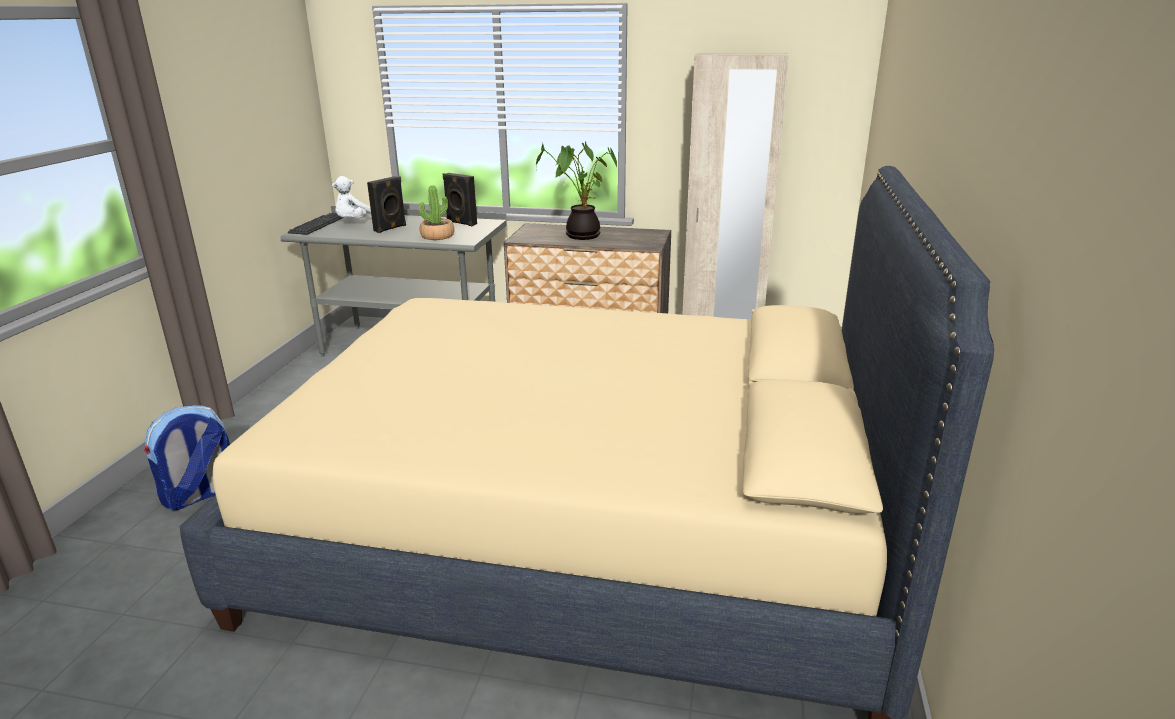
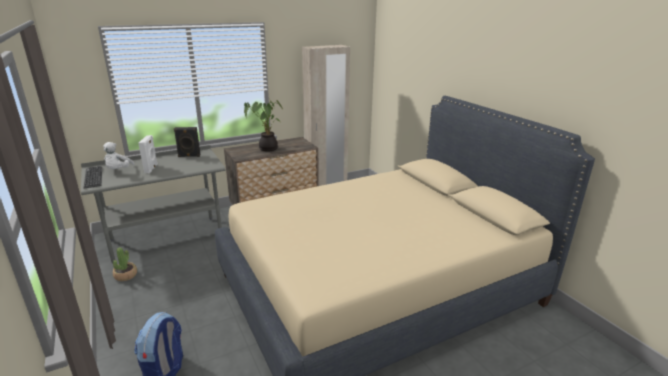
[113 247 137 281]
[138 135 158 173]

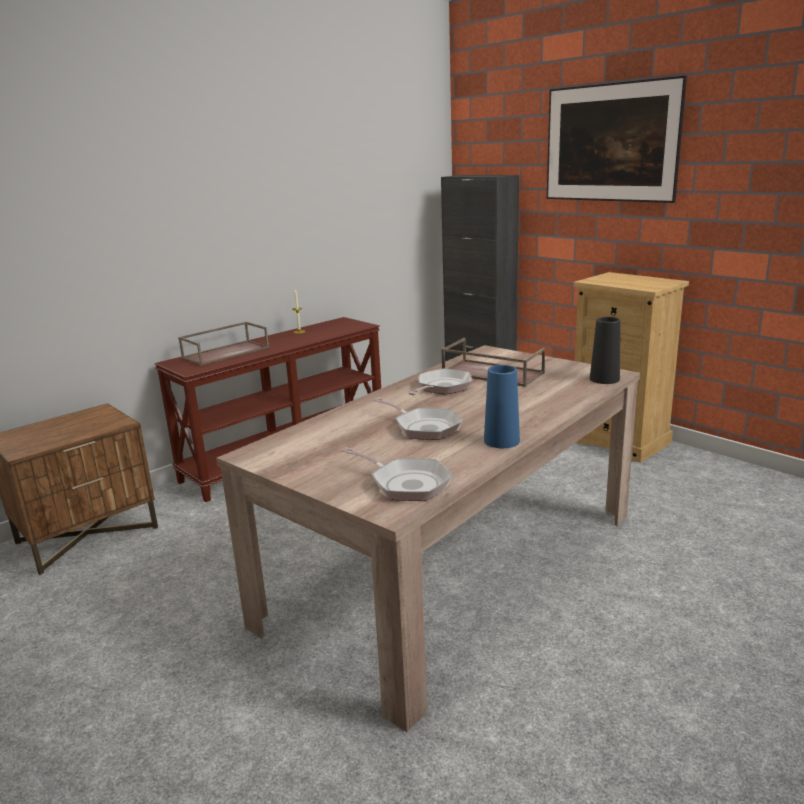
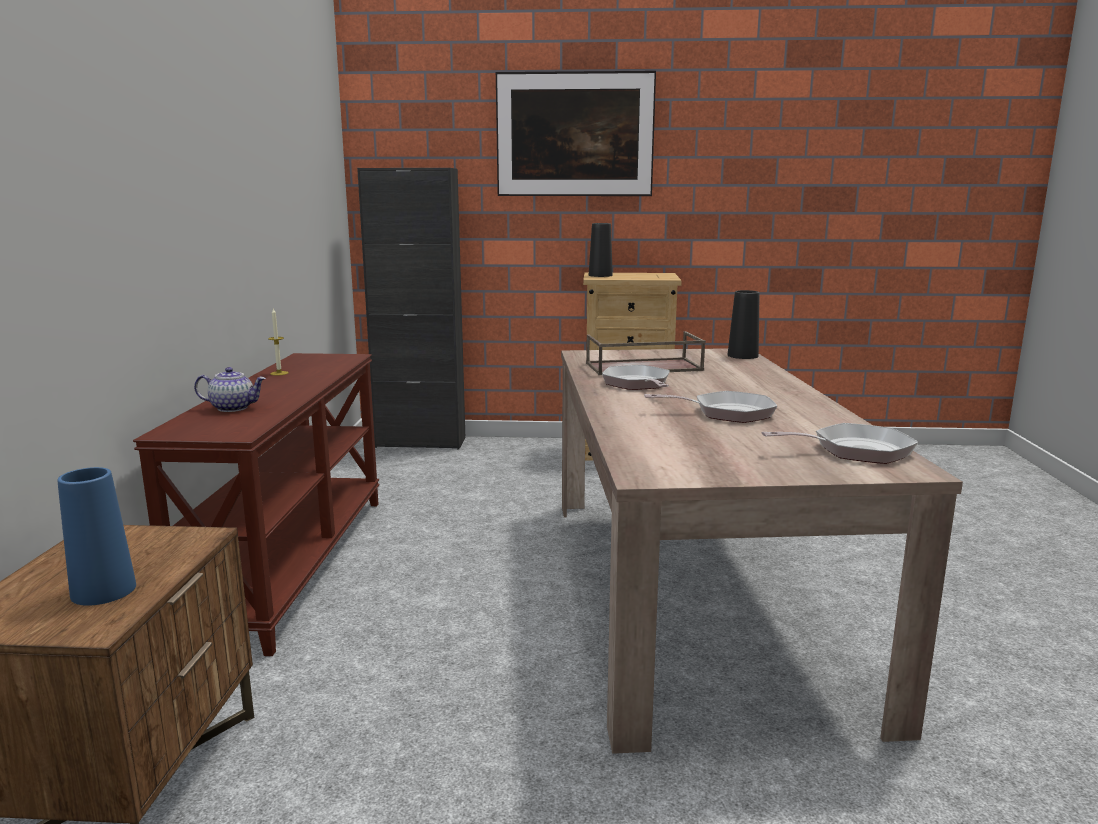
[57 467 136 606]
[194 367 266 412]
[589 223 613 277]

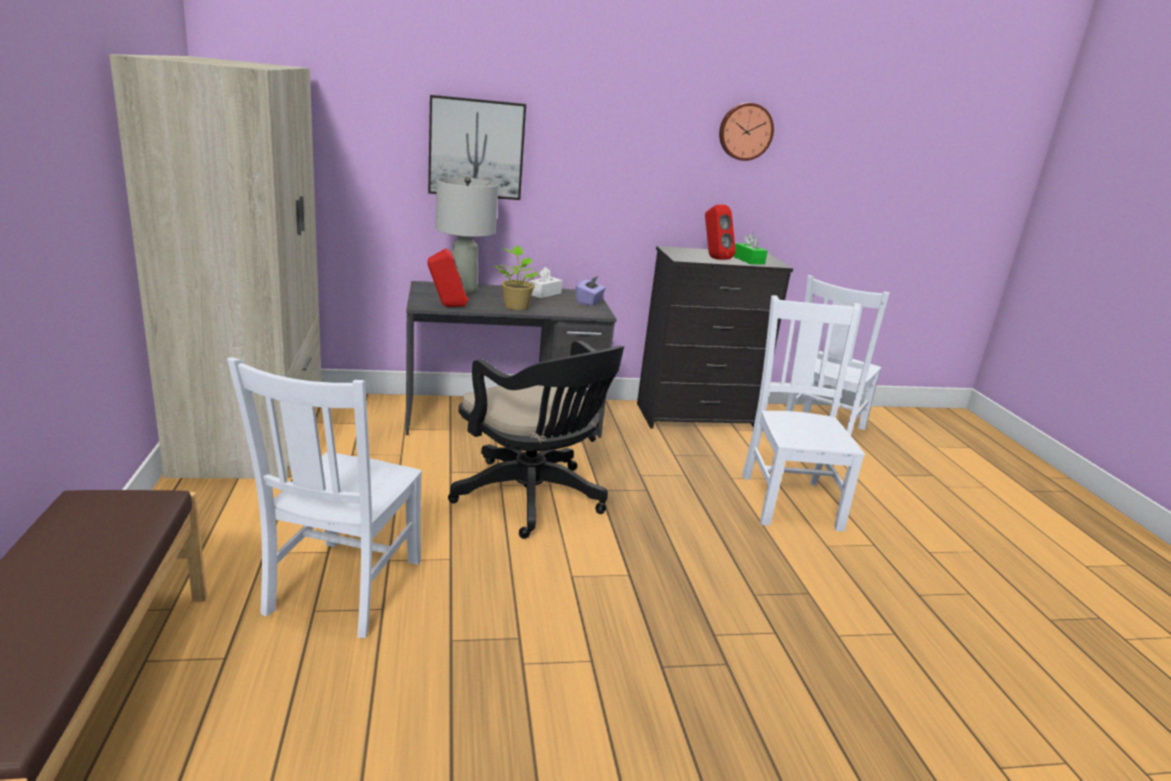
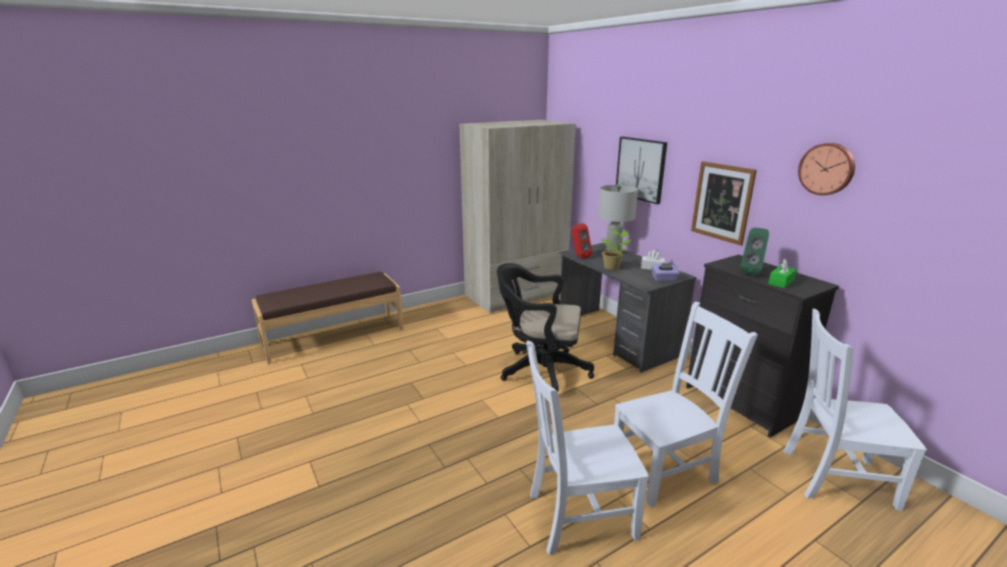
[497 263 594 392]
[526 341 649 555]
[691 161 757 245]
[741 228 769 275]

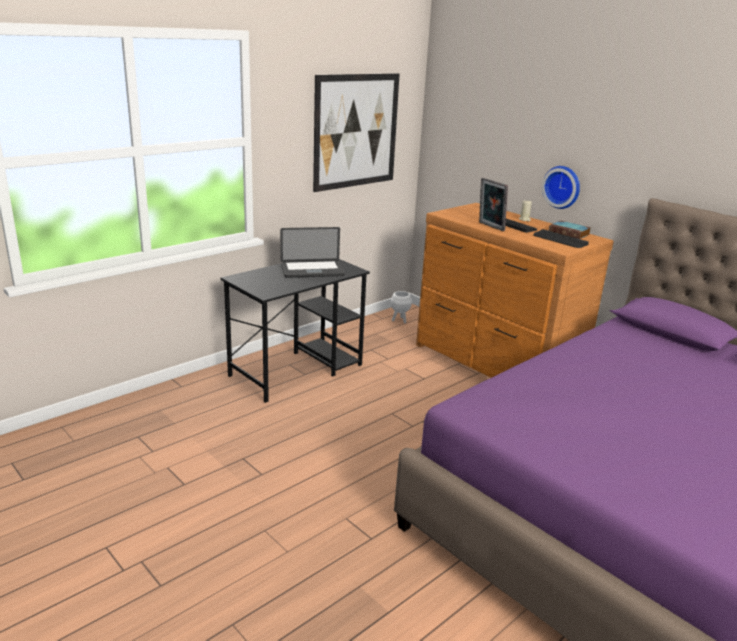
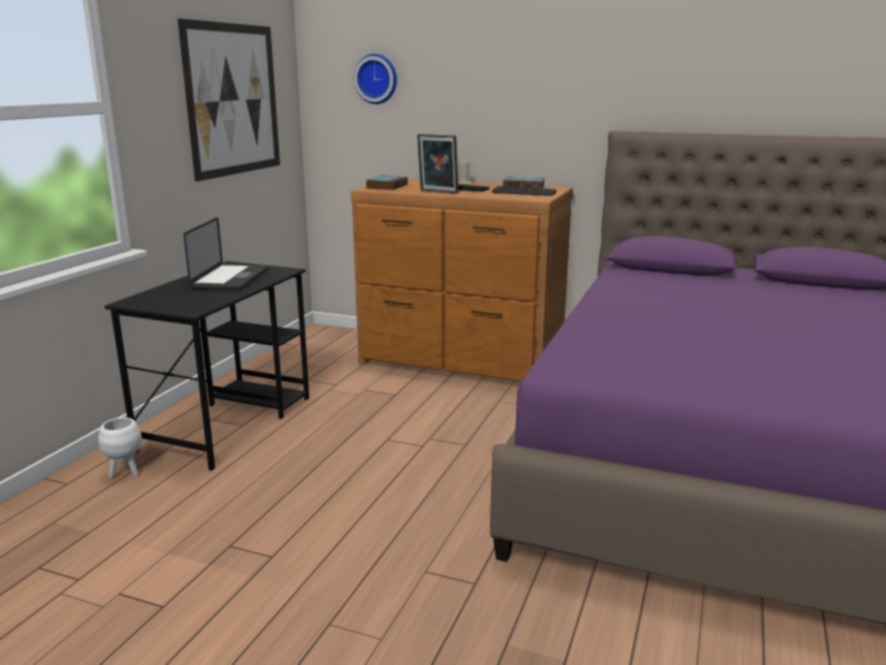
[98 418 142 478]
[183 217 268 290]
[354 54 397 104]
[366 175 408 190]

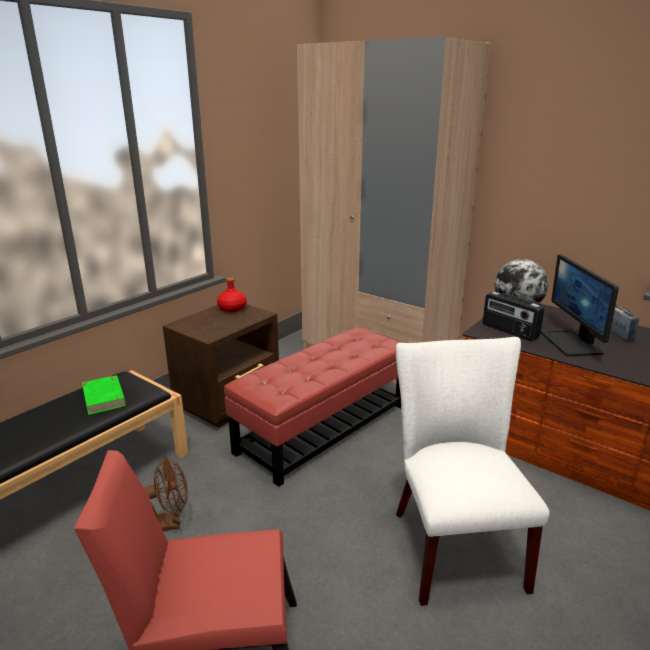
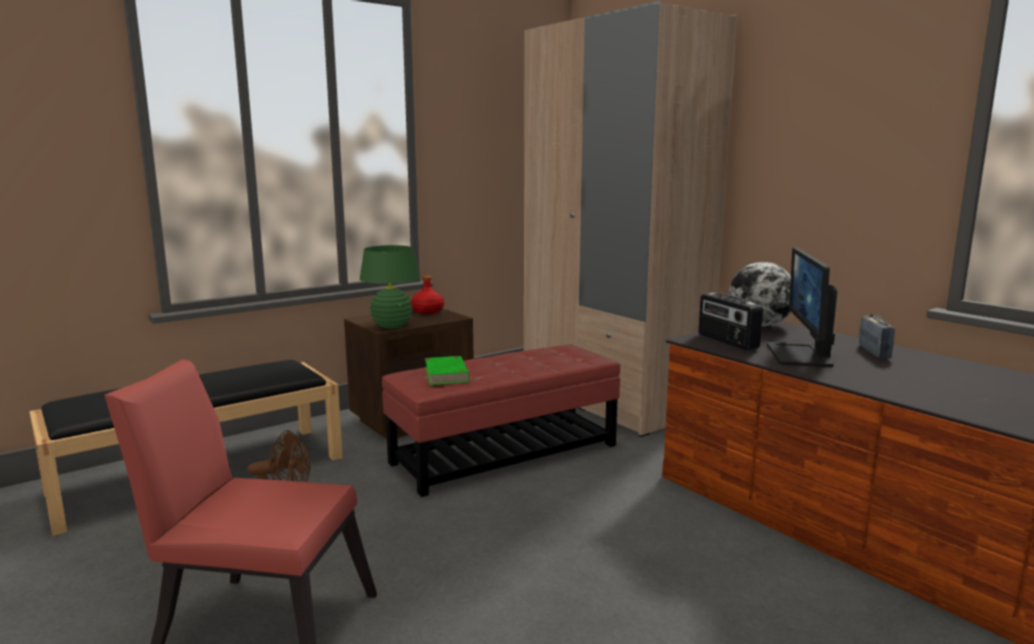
[359 245 420 329]
[425 356 469 385]
[396 337 550 606] (first image)

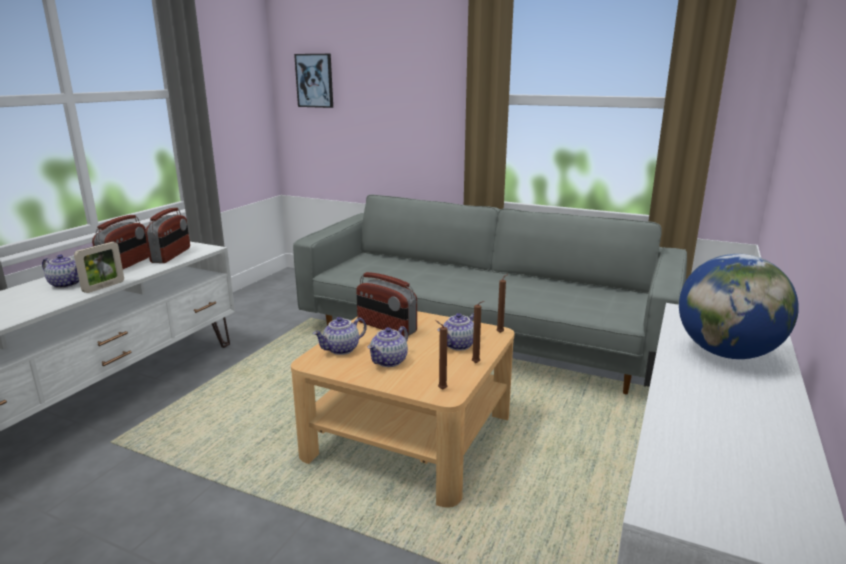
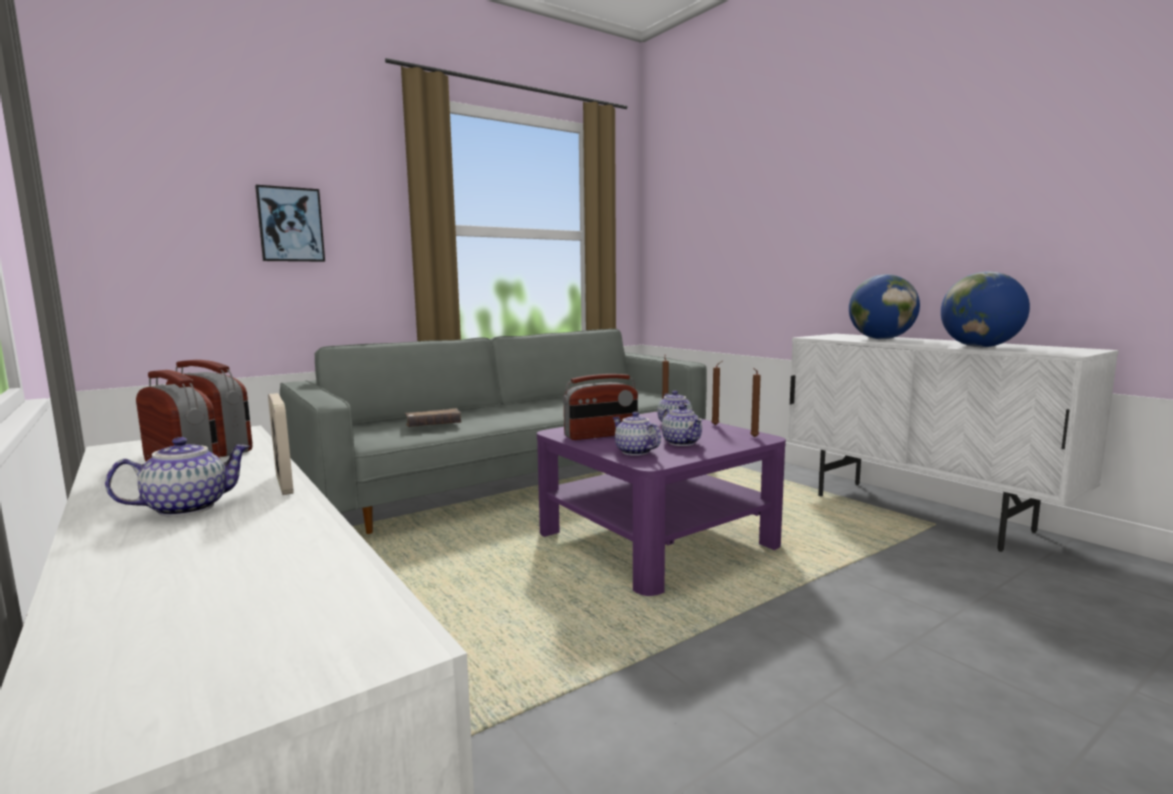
[255 185 325 262]
[405 408 462 427]
[537 412 786 596]
[612 412 661 456]
[941 272 1030 347]

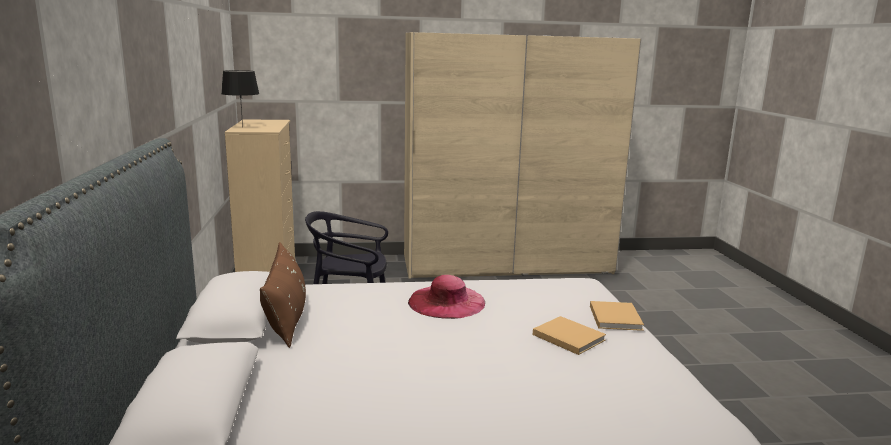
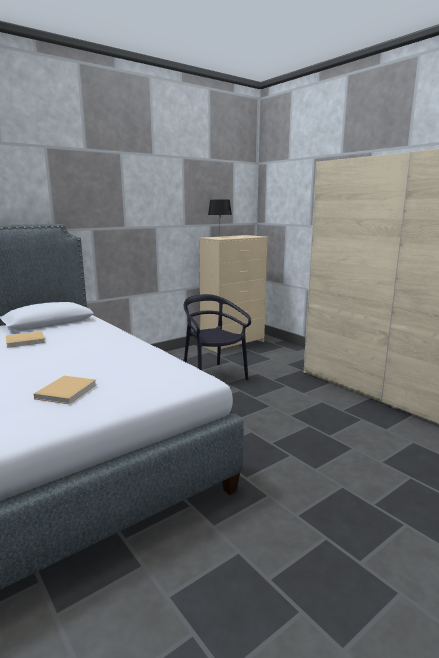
[6 331 45 348]
[260 242 306 348] (first image)
[408 275 485 319] (first image)

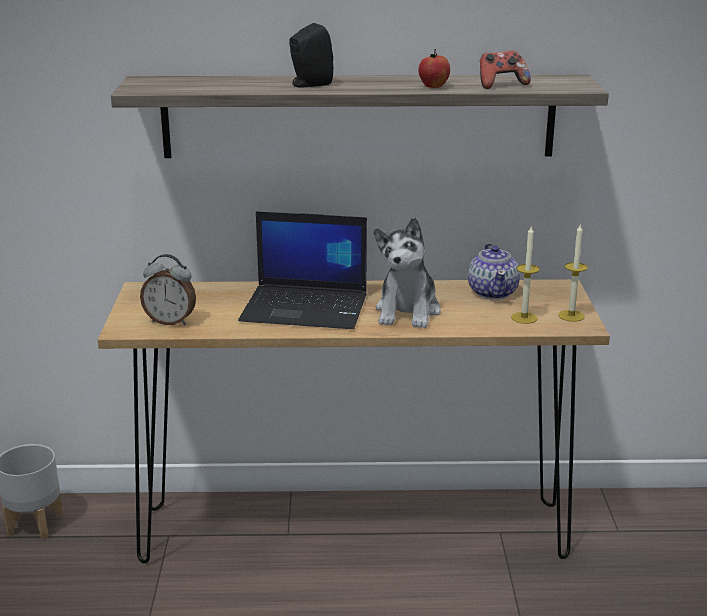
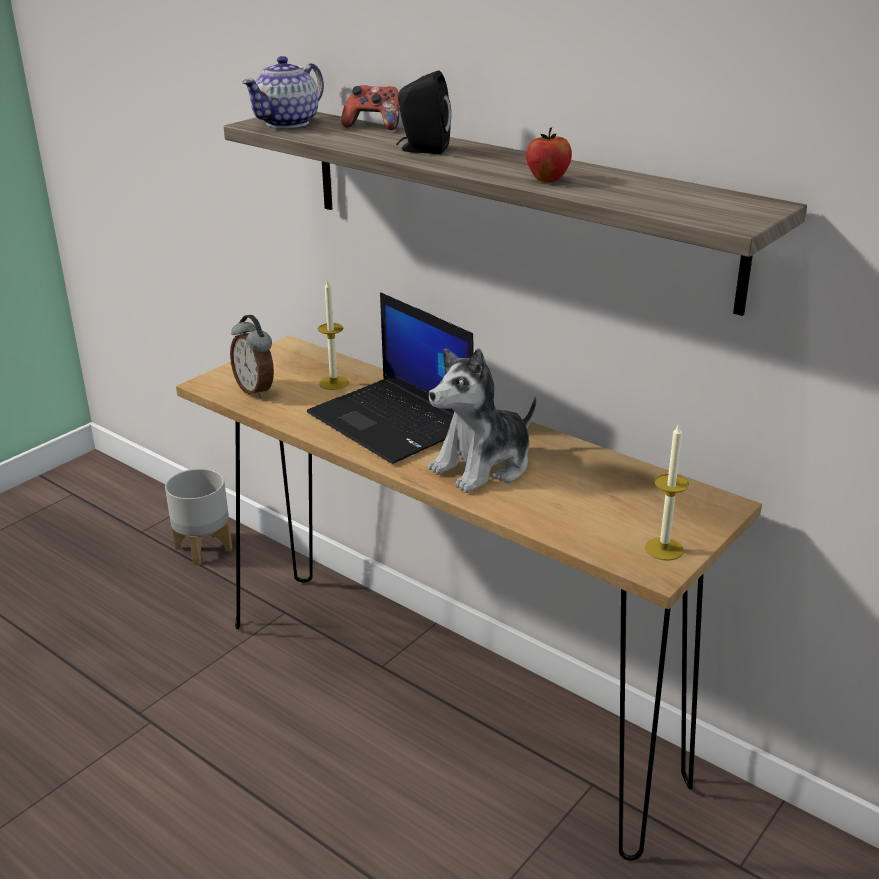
[242 56 324 128]
[318 279 349 390]
[341 85 400 130]

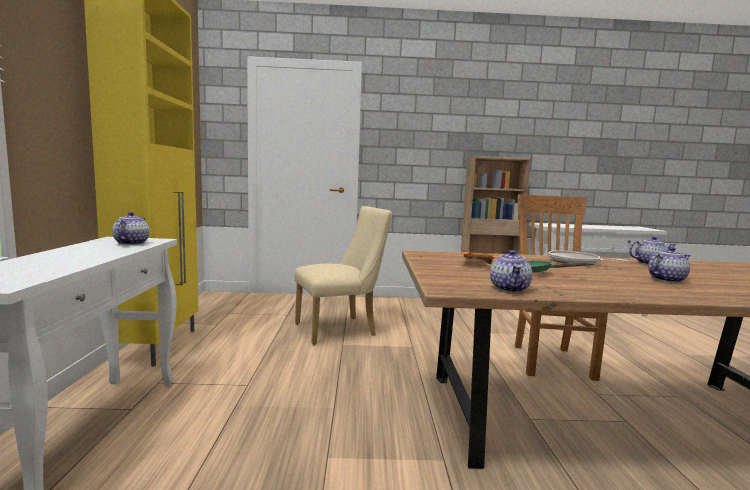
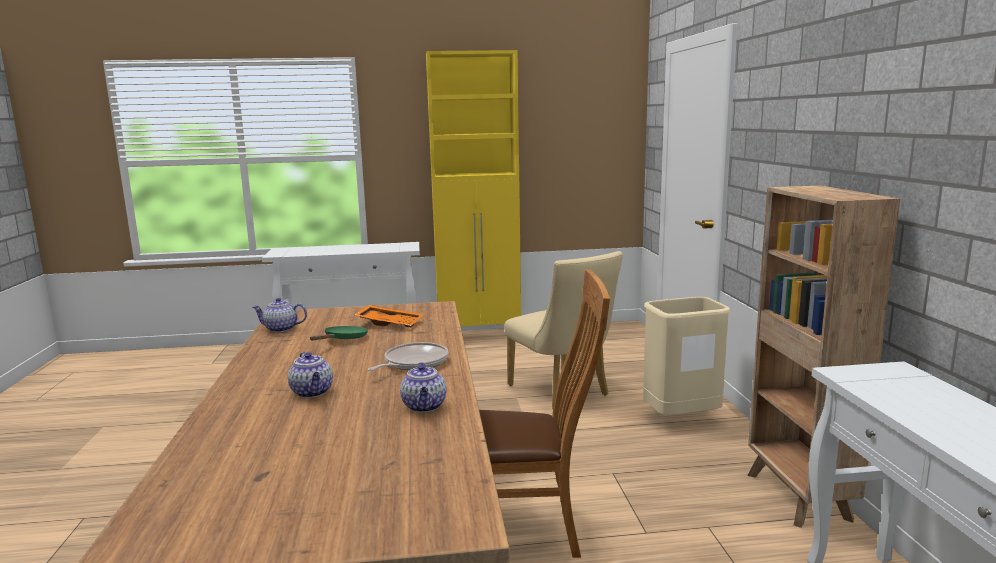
[643 297 731 415]
[112 212 150 245] (first image)

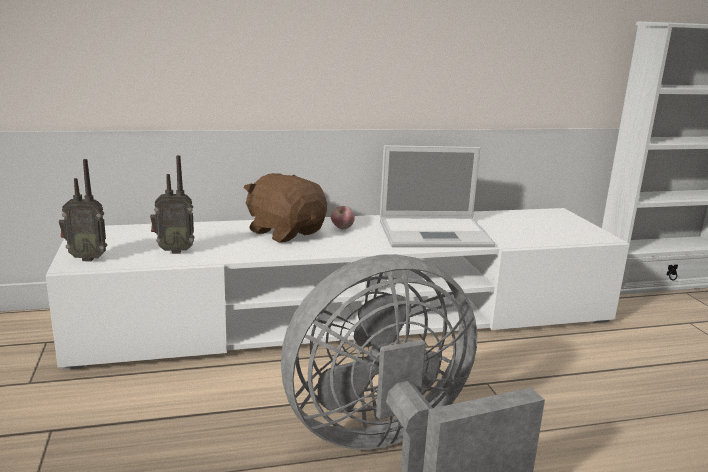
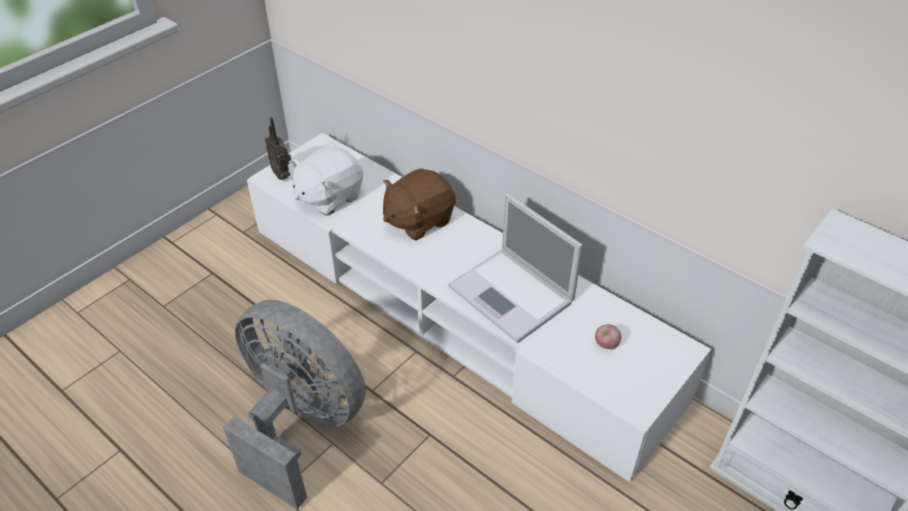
[291 146 363 216]
[383 168 456 240]
[595 324 621 349]

